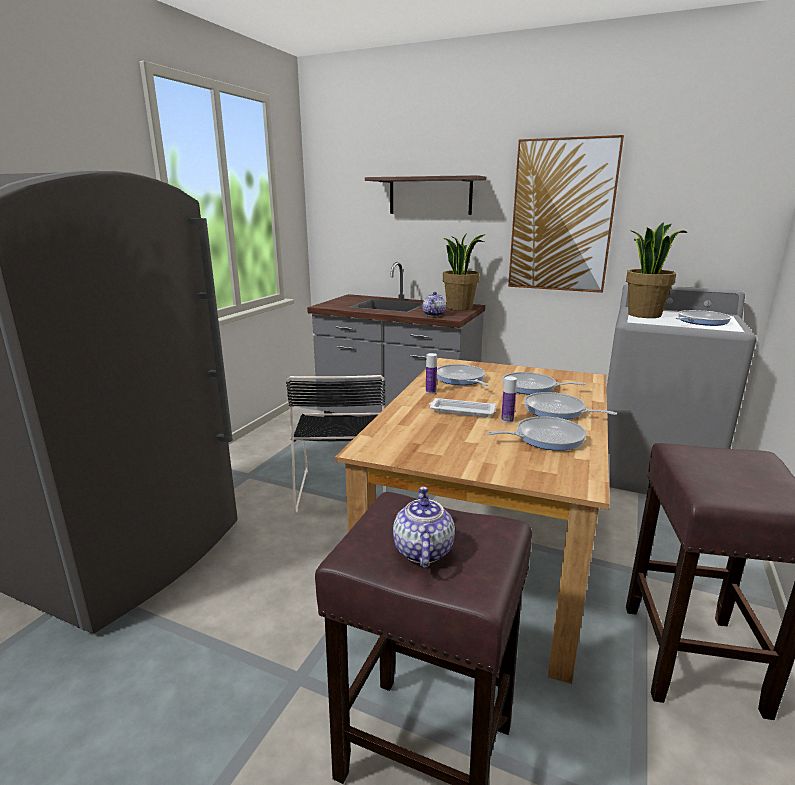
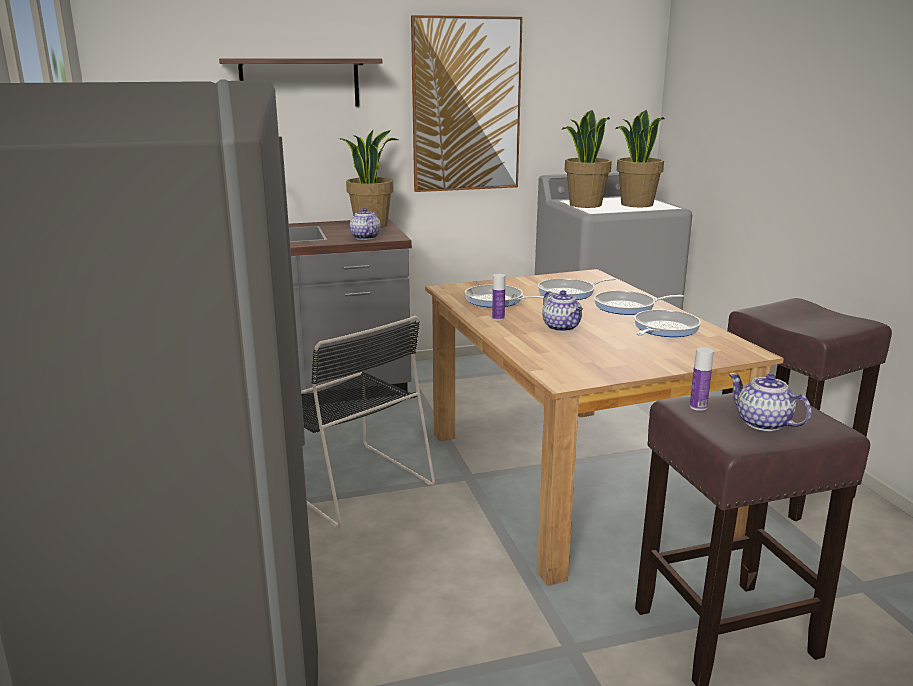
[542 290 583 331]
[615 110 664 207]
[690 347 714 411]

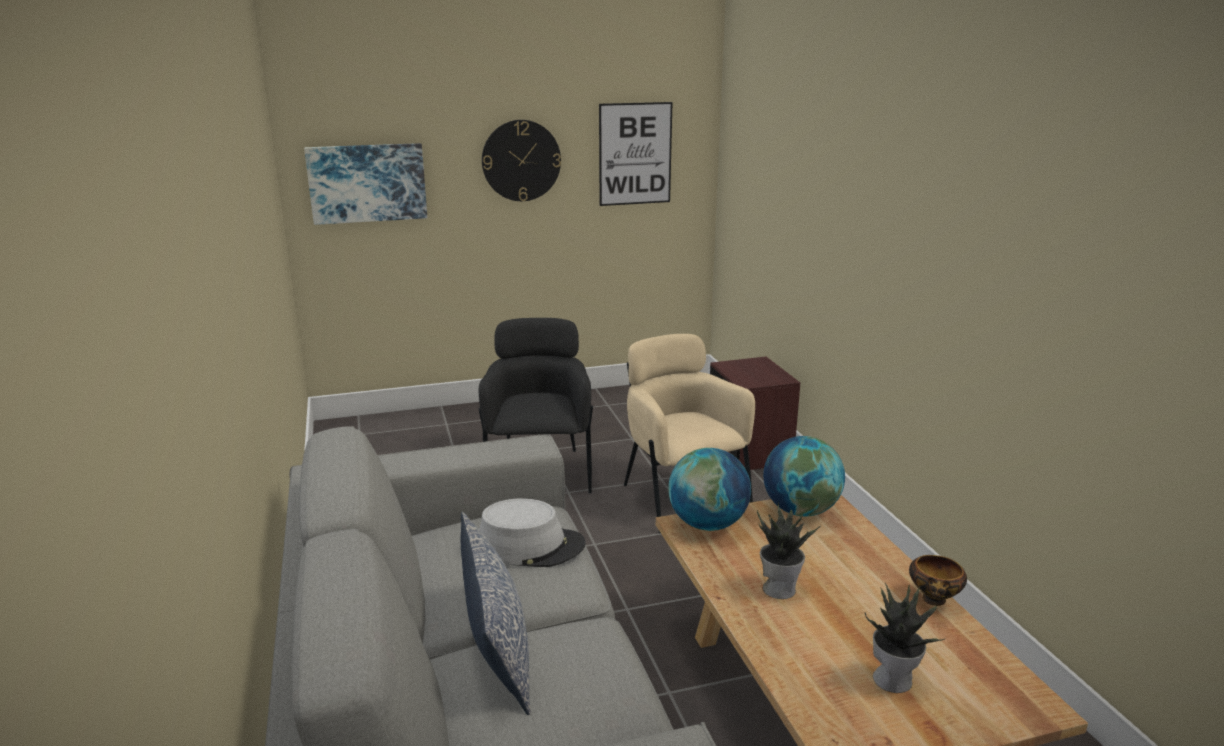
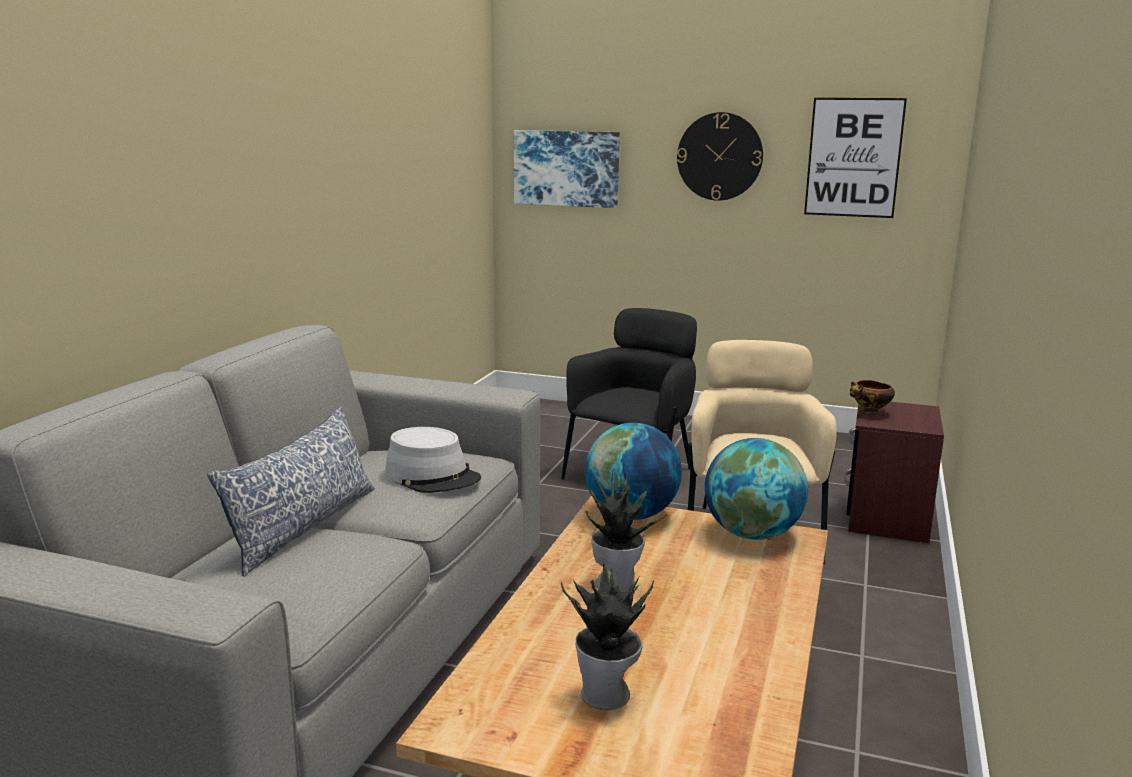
[850 380 895 416]

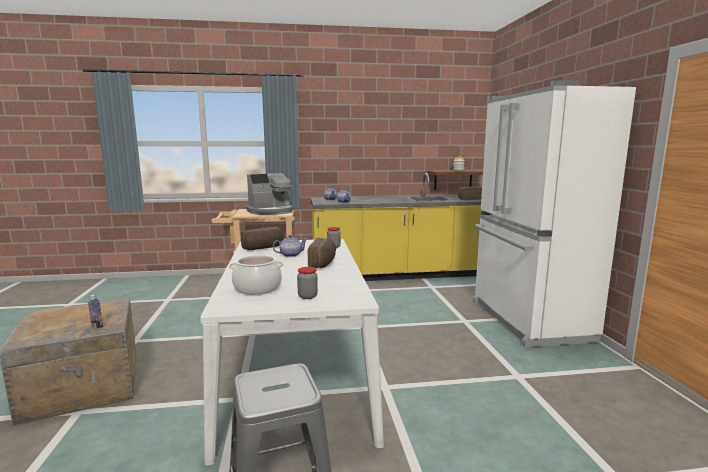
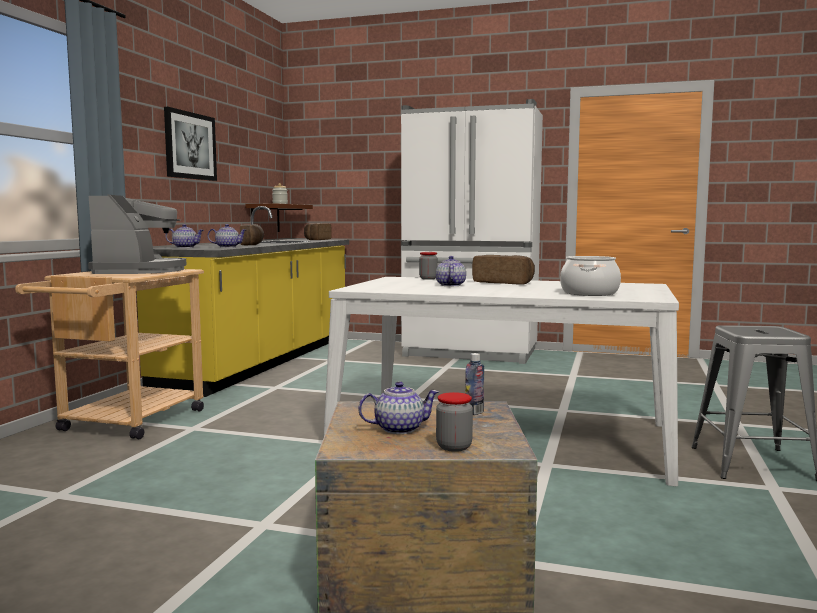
[164 107 217 181]
[240 224 264 245]
[358 382 439 434]
[436 392 473 452]

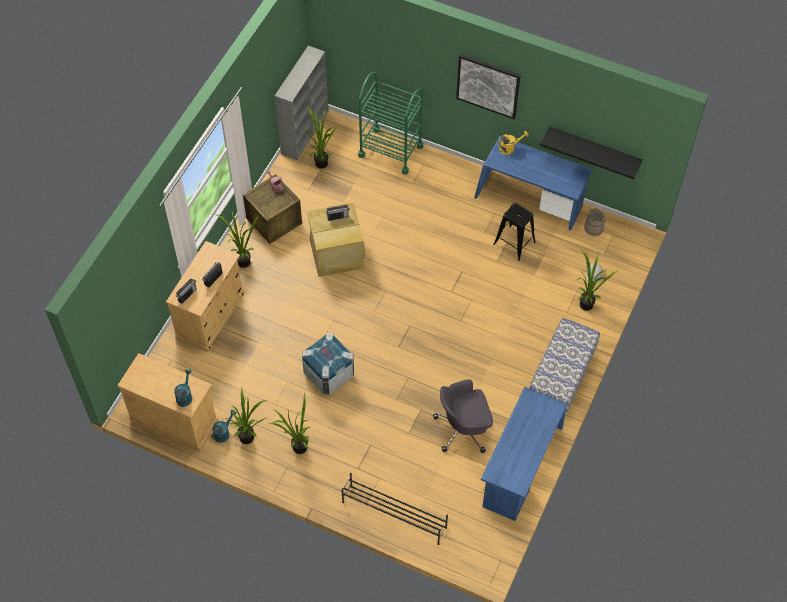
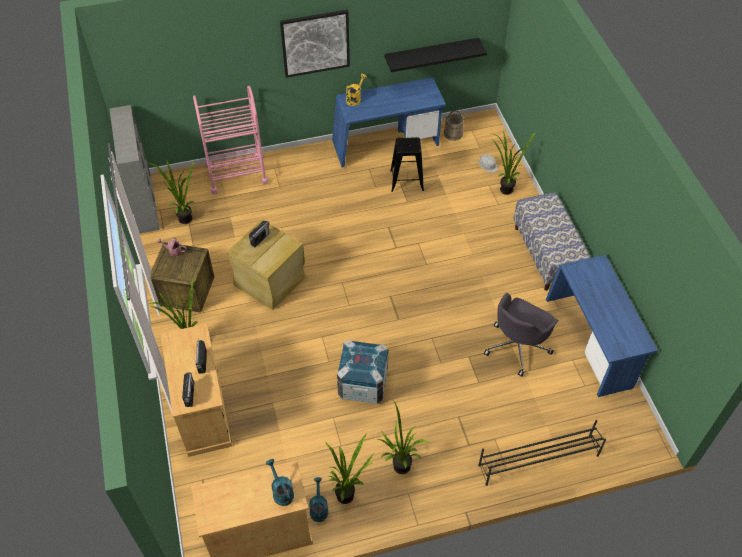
[193 86 268 195]

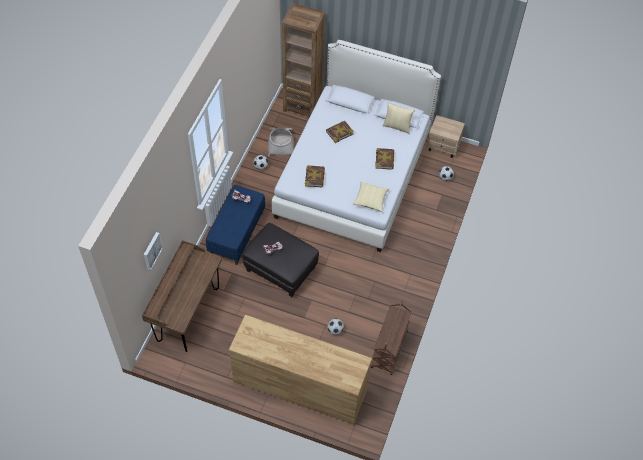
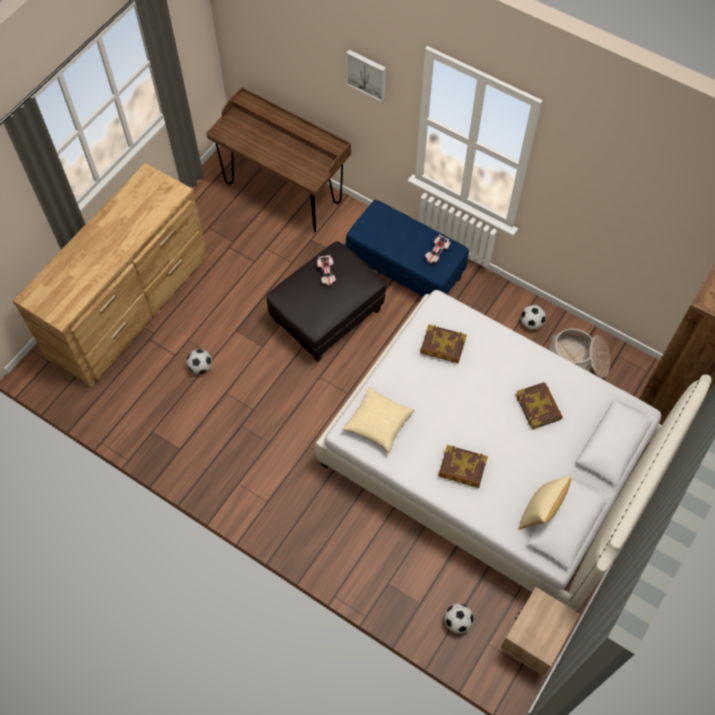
[346 50 386 102]
[371 300 412 375] (first image)

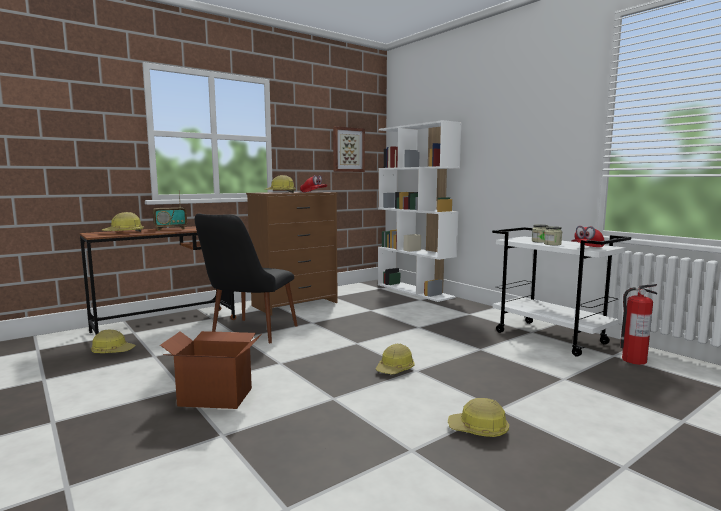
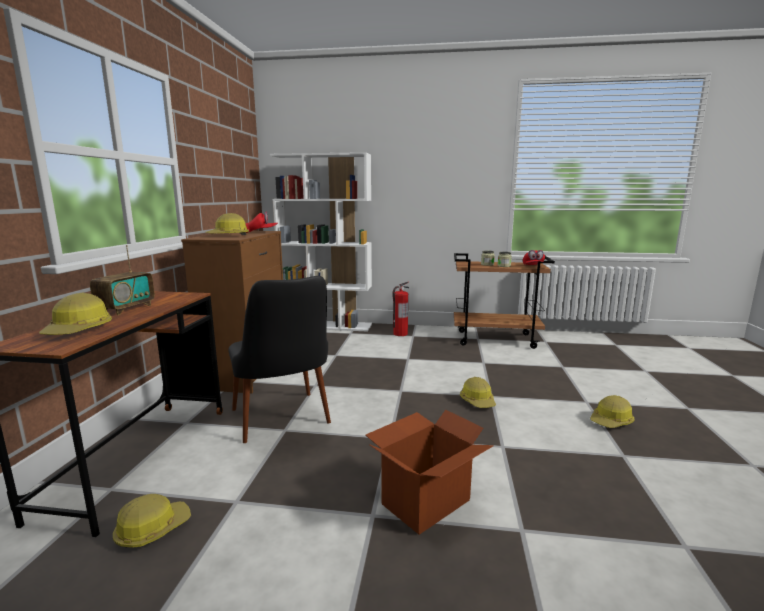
[392 282 409 336]
[454 253 555 349]
[333 126 365 172] (first image)

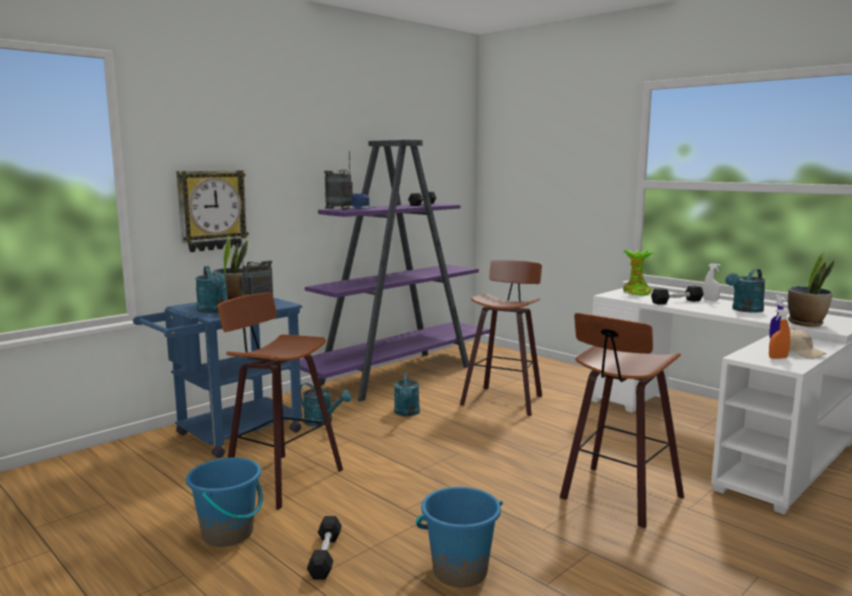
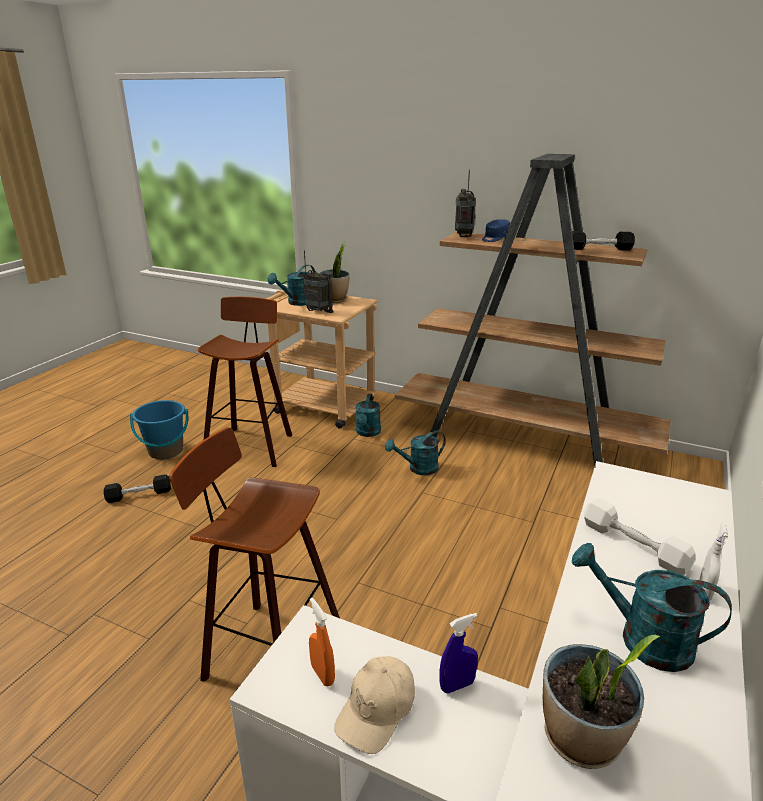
[266 290 377 429]
[395 154 671 466]
[584 498 696 575]
[176 170 249 252] (first image)
[416 487 503 587] (first image)
[460 260 542 416] (first image)
[623 250 653 296] (first image)

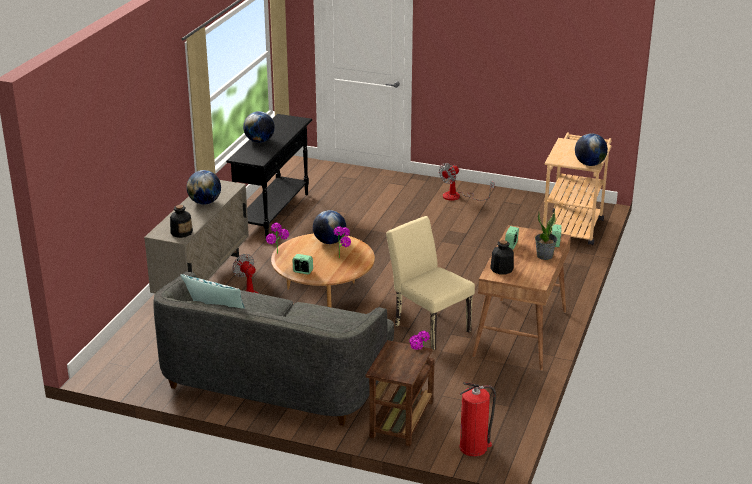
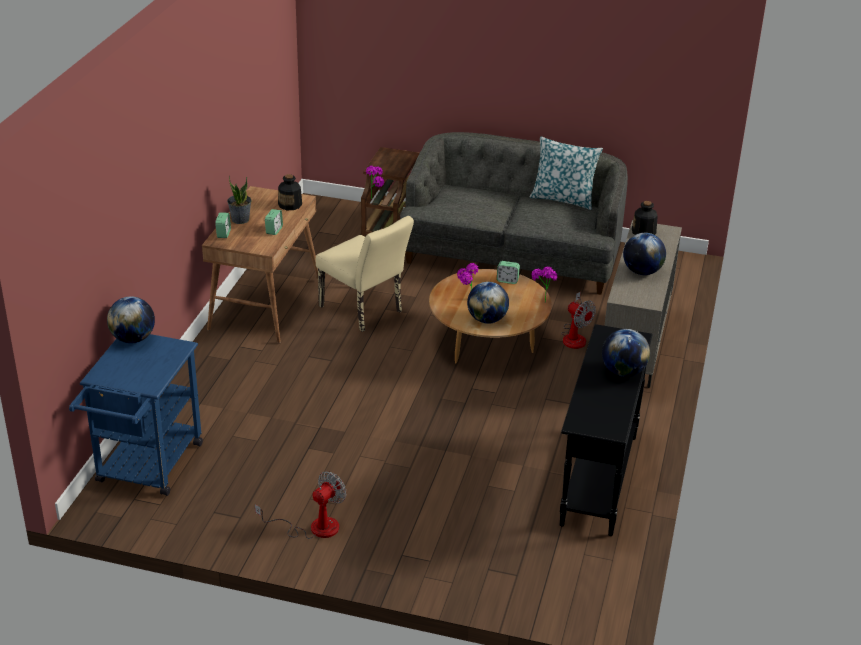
[69 334 203 496]
[460 382 496 457] (first image)

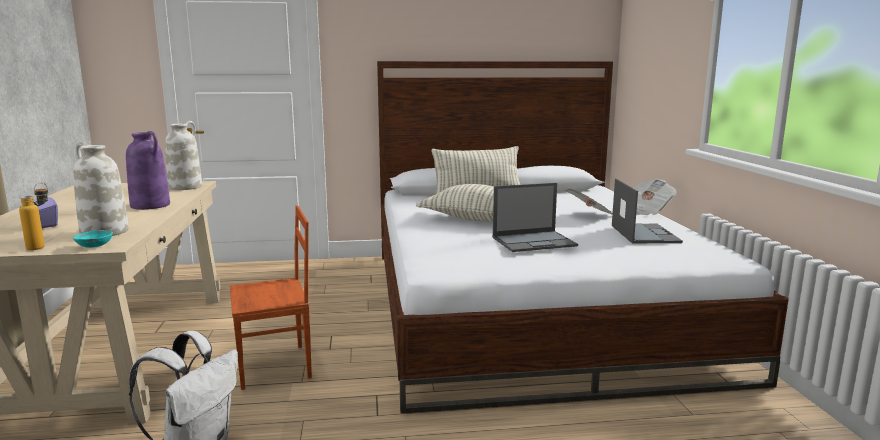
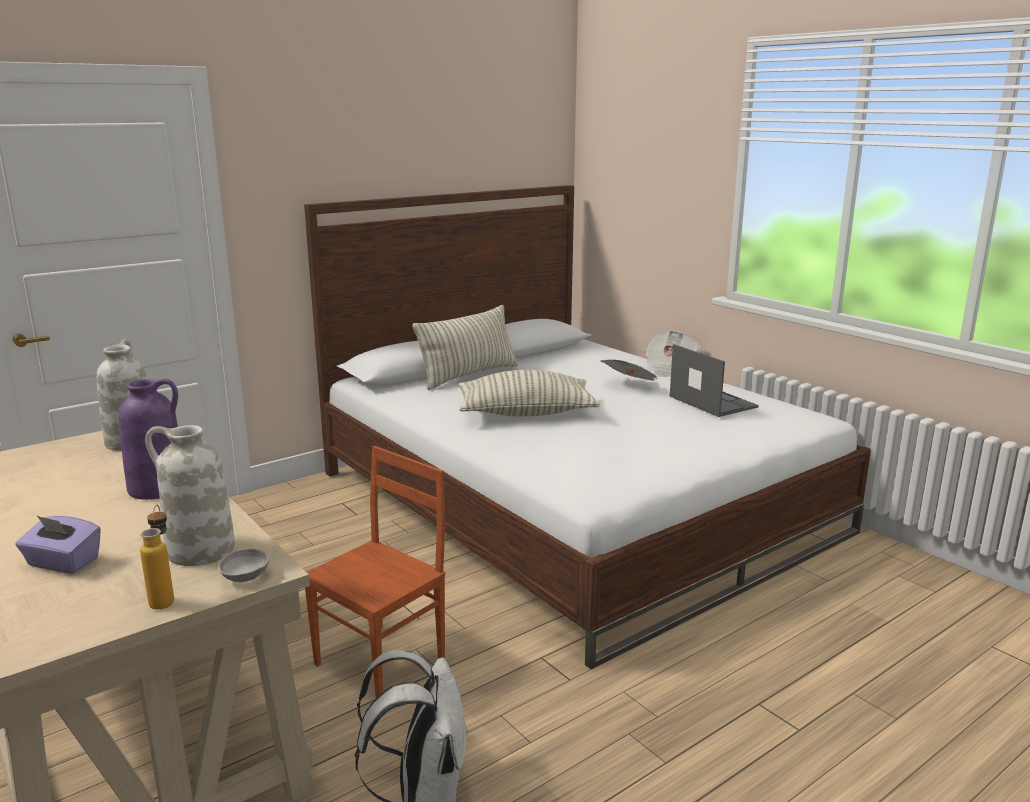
[218 549 269 582]
[493 183 578 252] (first image)

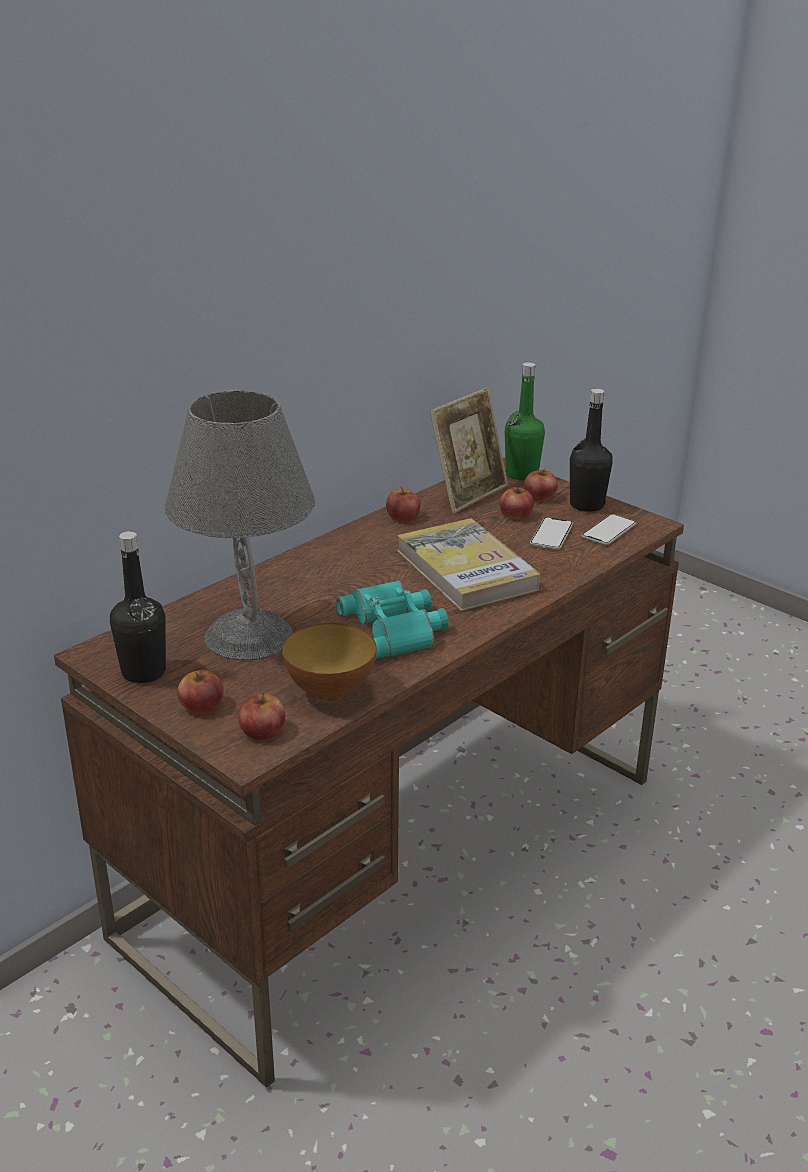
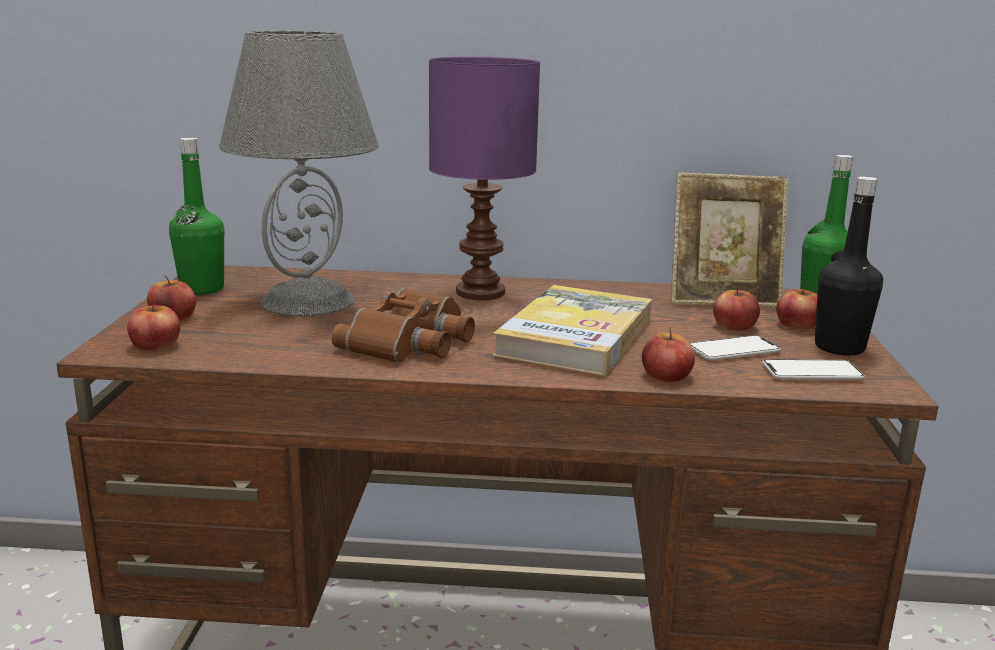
[169 138 224 295]
[331 288 475 363]
[429 57 540 300]
[642 327 695 382]
[282 623 377 701] (first image)

